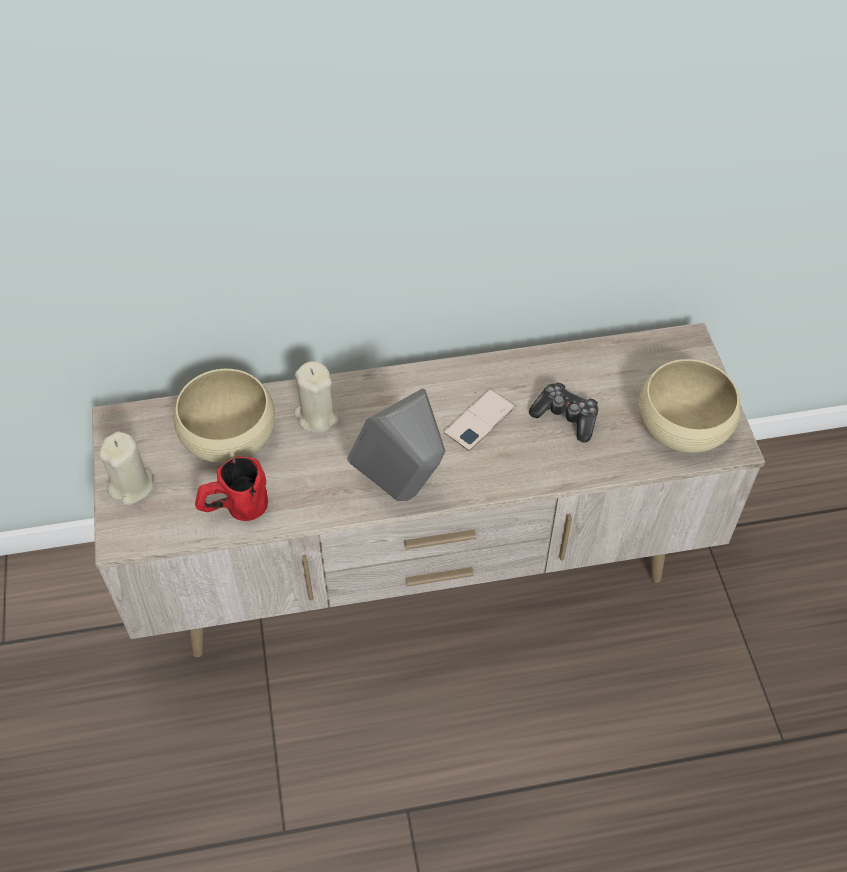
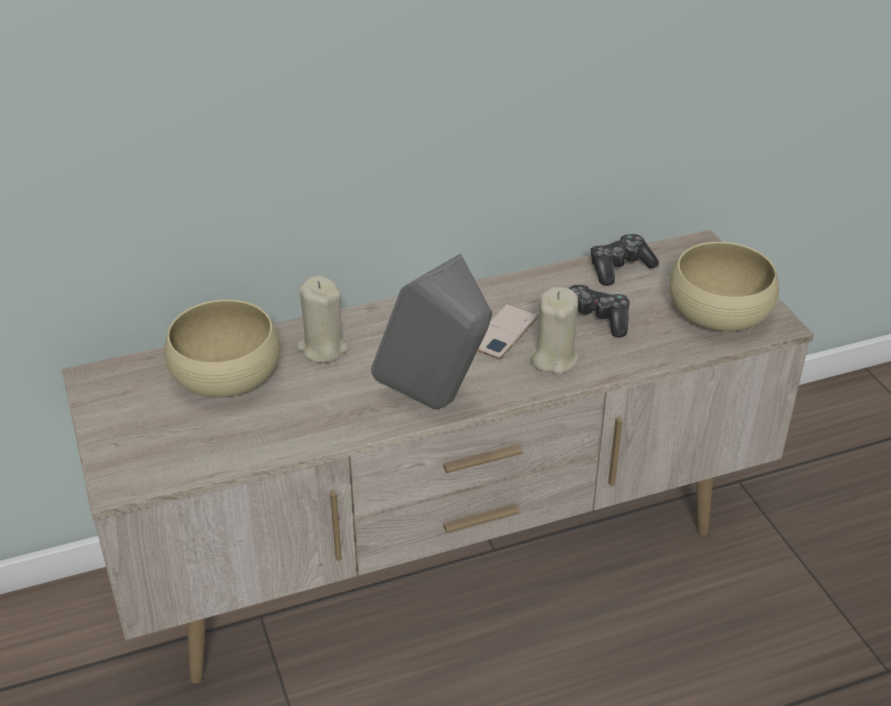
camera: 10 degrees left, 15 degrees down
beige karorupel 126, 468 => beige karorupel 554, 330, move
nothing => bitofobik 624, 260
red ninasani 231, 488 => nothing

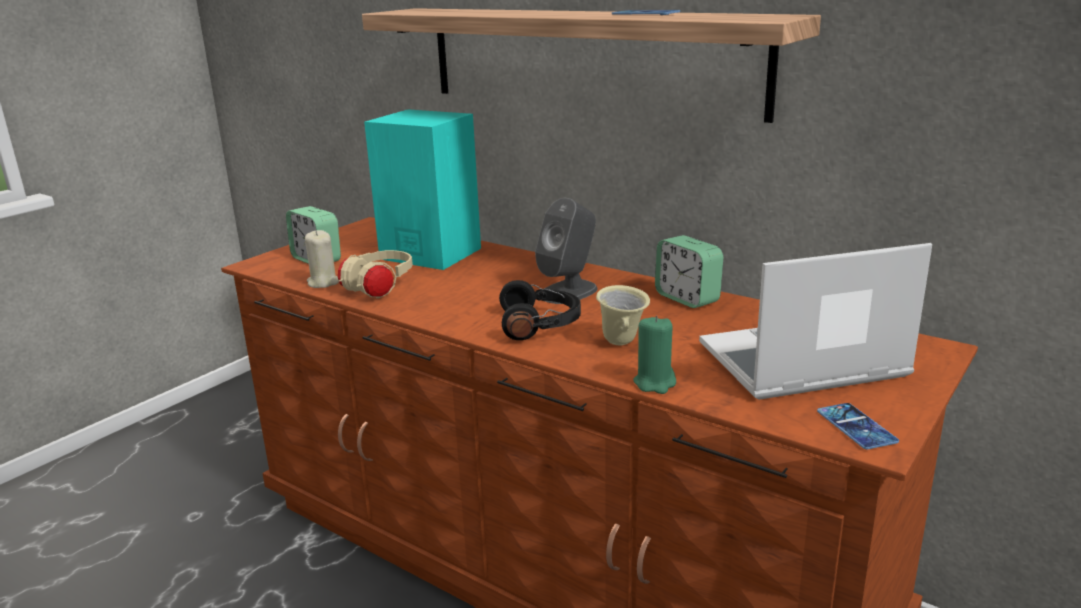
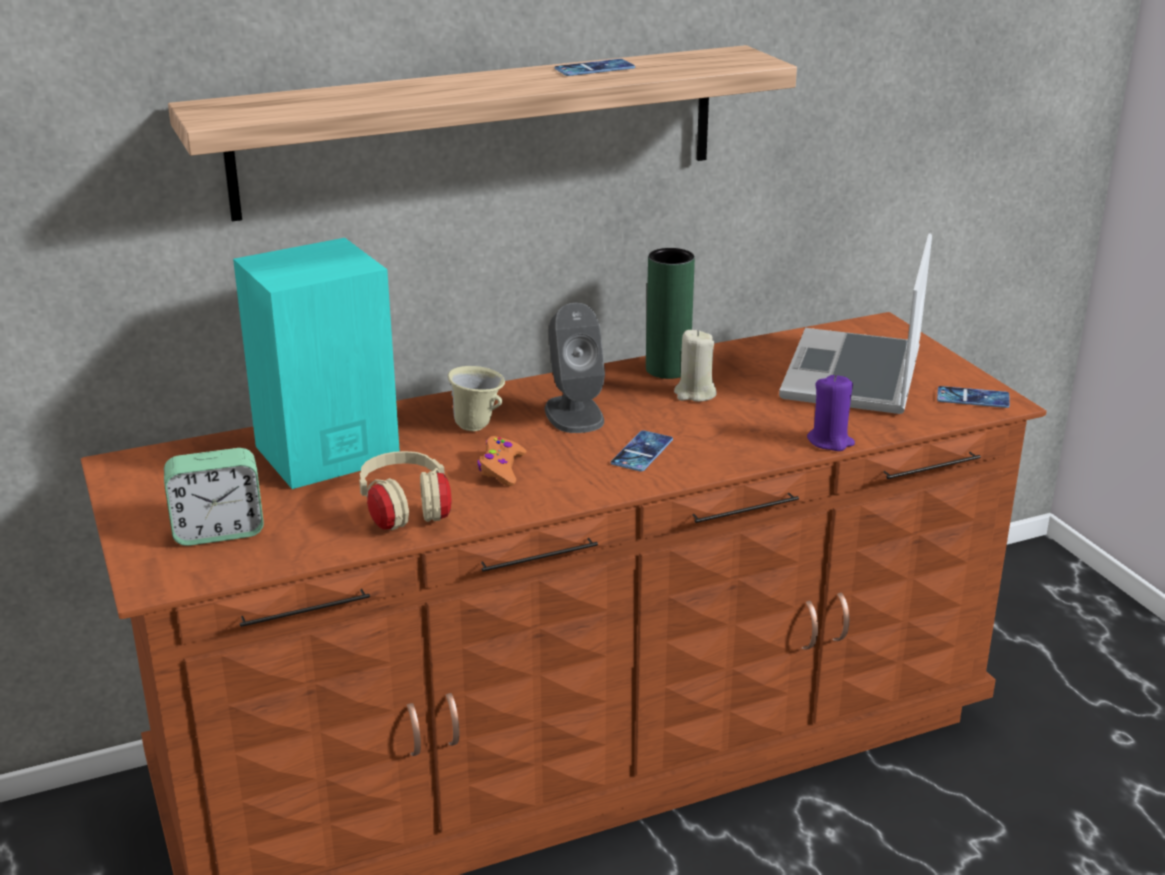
camera: 60 degrees left, 5 degrees up
beige ninasani 623, 315 => beige ninasani 476, 398, move
nothing => orange bitofobik 501, 461
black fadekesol 540, 310 => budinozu 642, 451
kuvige 689, 271 => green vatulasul 670, 313
beige karorupel 322, 259 => beige karorupel 695, 366, move
green karorupel 655, 354 => purple karorupel 831, 413

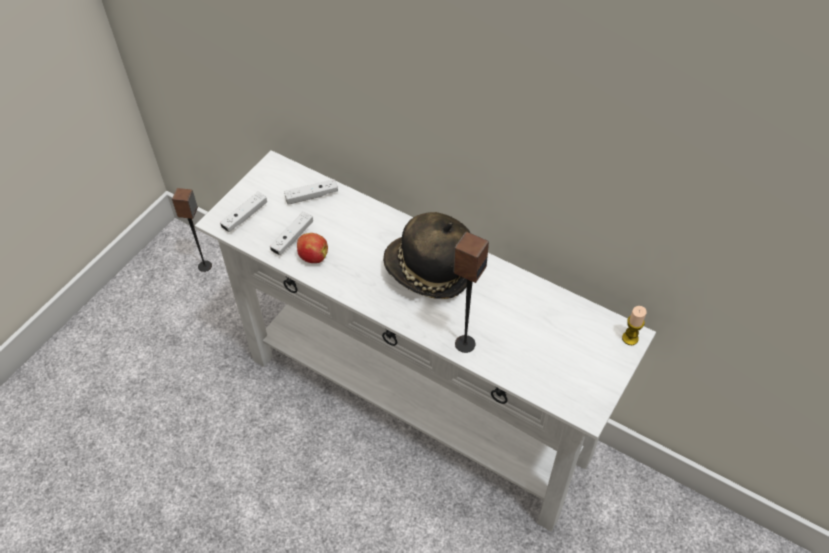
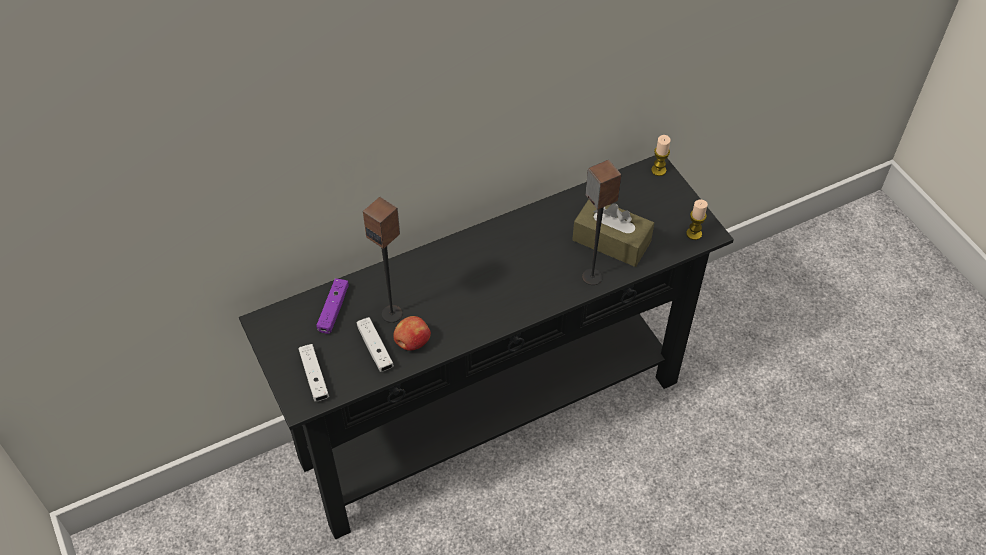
camera: 60 degrees left, 0 degrees up
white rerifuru 425, 341 => black rerifuru 486, 347
white bitofobik 311, 192 => purple bitofobik 332, 306
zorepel 192, 230 => zorepel 383, 260, move
nothing => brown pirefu 613, 233
nothing => karorupel 697, 220
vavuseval 426, 255 => nothing

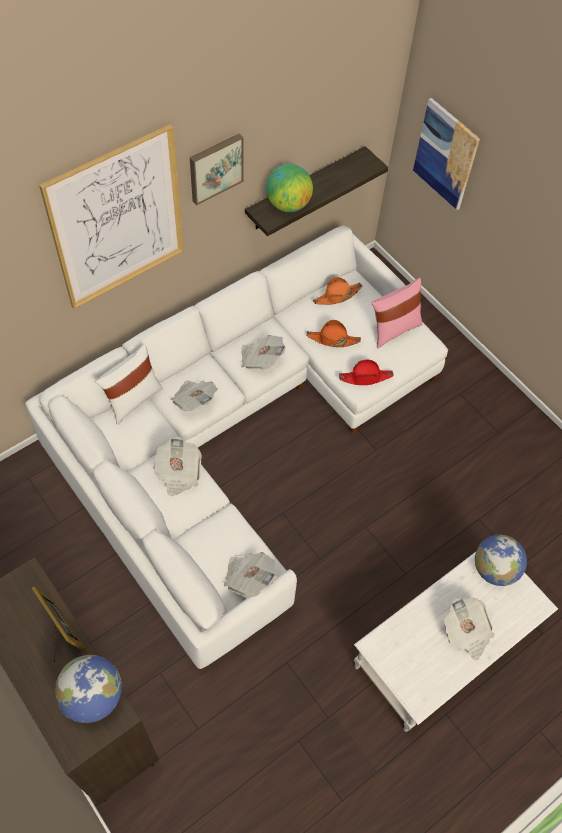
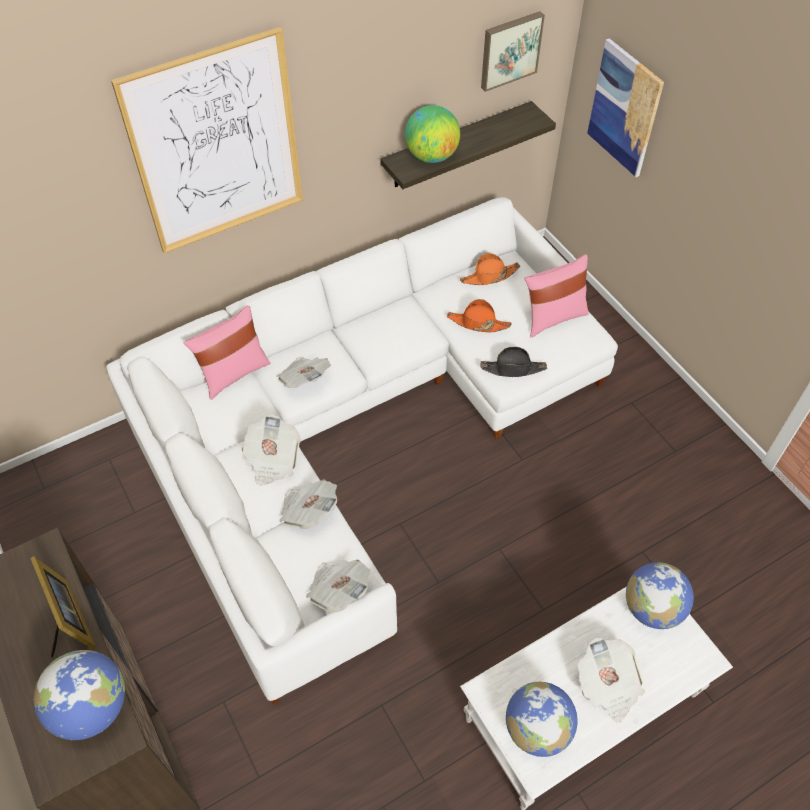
camera: 10 degrees right, 5 degrees down
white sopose 129, 384 => pink sopose 227, 352
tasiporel 263, 352 => tasiporel 308, 504, move
red vavuseval 366, 372 => black vavuseval 513, 362
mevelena 217, 169 => mevelena 513, 51, move
nothing => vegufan 541, 719

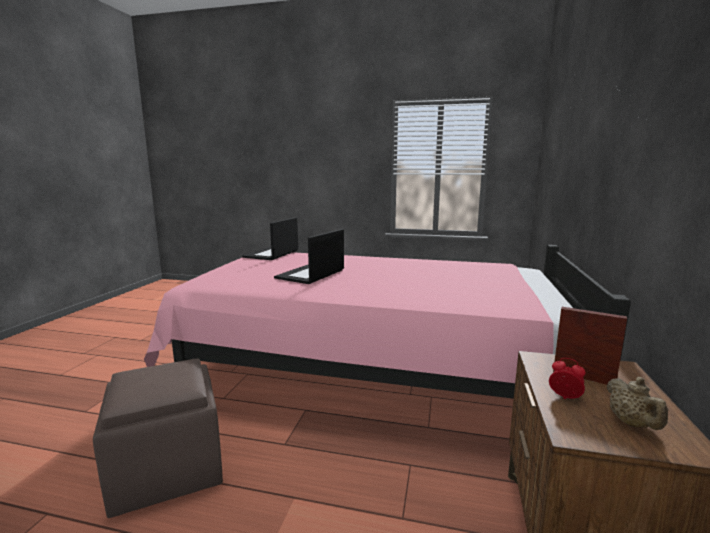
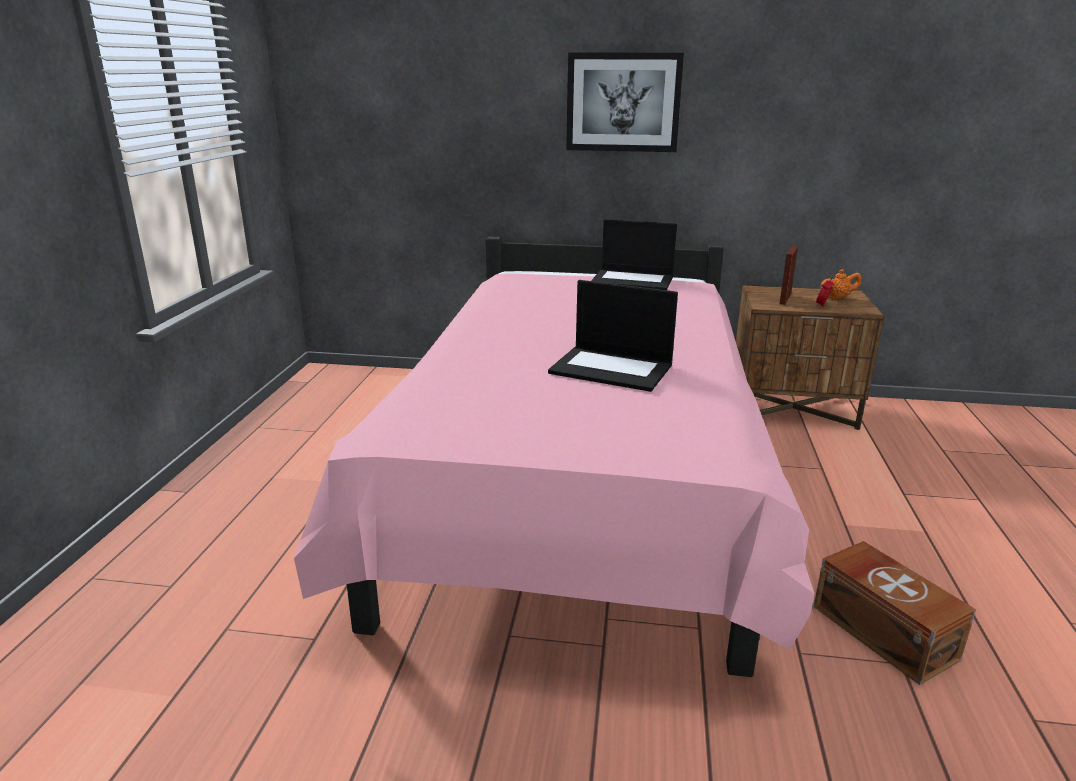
camera: 95 degrees left, 10 degrees up
nothing => mevelena 625, 102
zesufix 270, 238 => zesufix 634, 254, move
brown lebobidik 158, 438 => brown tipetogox 895, 613
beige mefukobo 637, 403 => orange mefukobo 840, 284

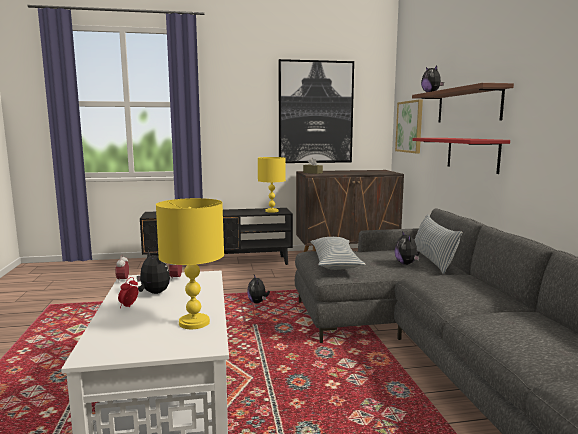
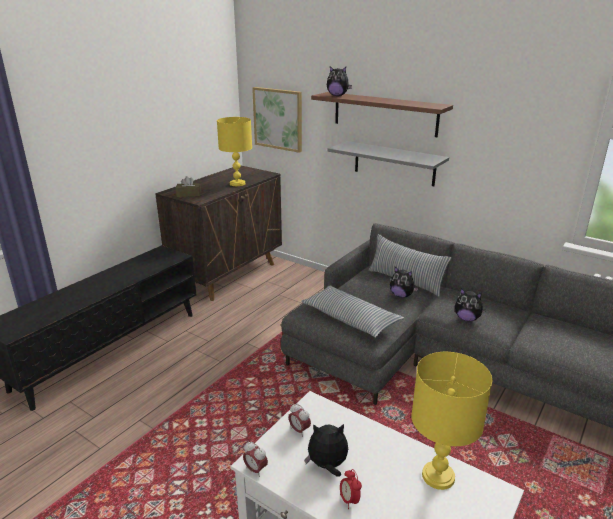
camera: 45 degrees left, 15 degrees up
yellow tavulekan 272, 185 => yellow tavulekan 234, 151, move
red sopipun 461, 156 => grey sopipun 388, 163
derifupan 258, 289 => derifupan 470, 304, move
mevelena 316, 111 => nothing

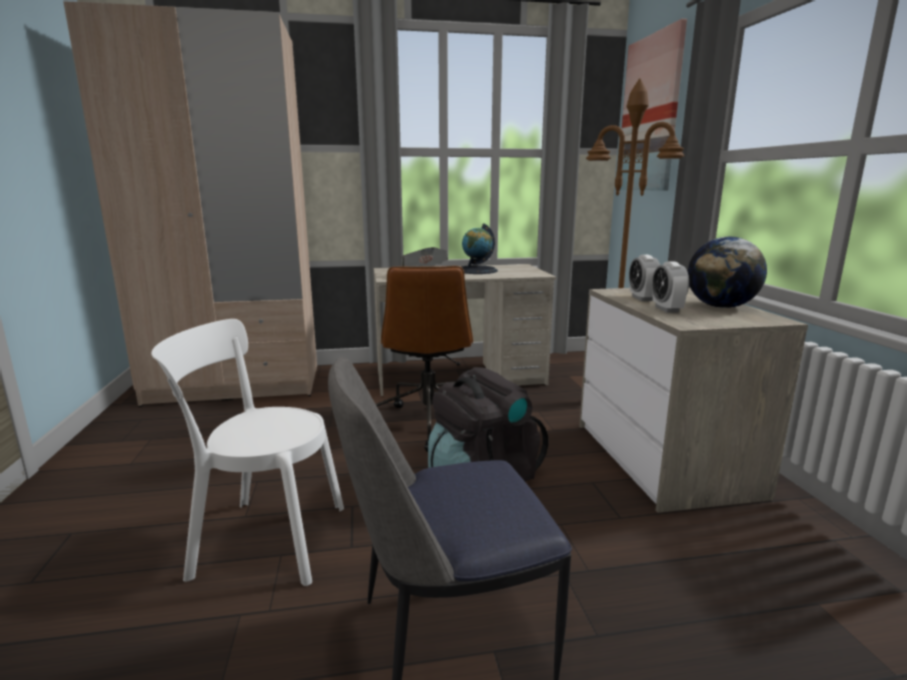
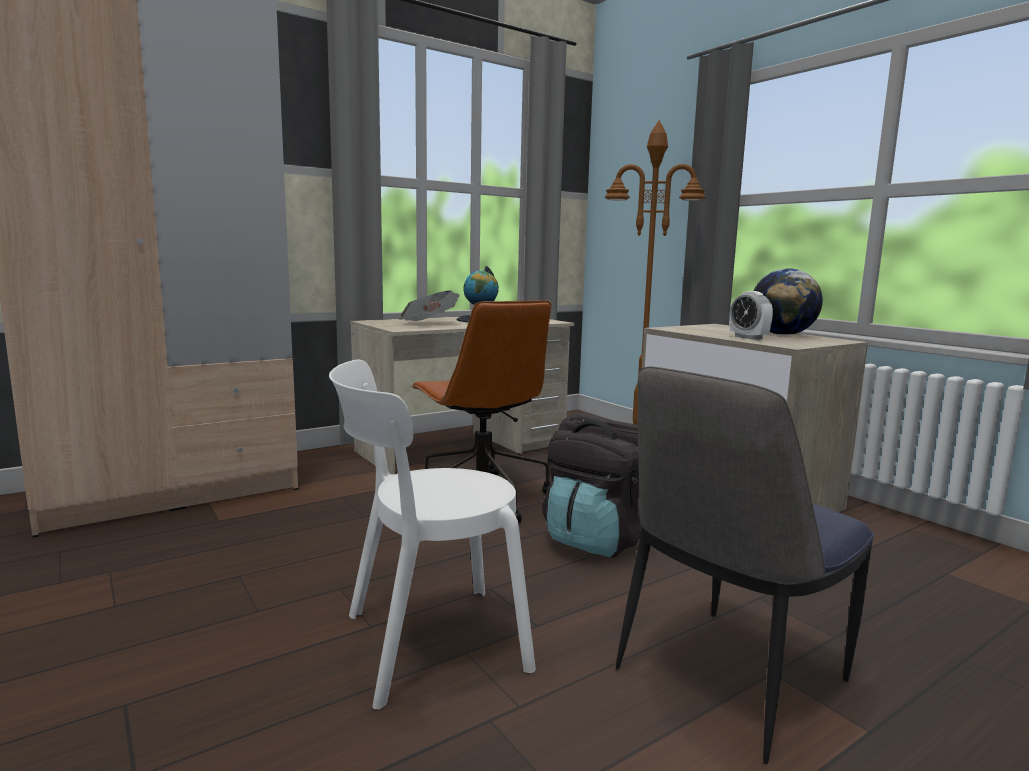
camera: 25 degrees left, 5 degrees down
mevelena 653, 105 => nothing
kuvige 644, 278 => nothing

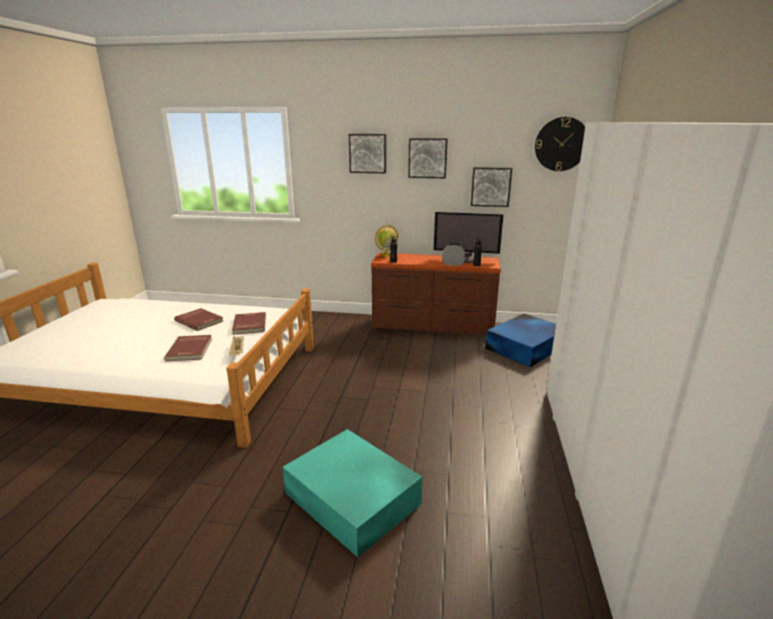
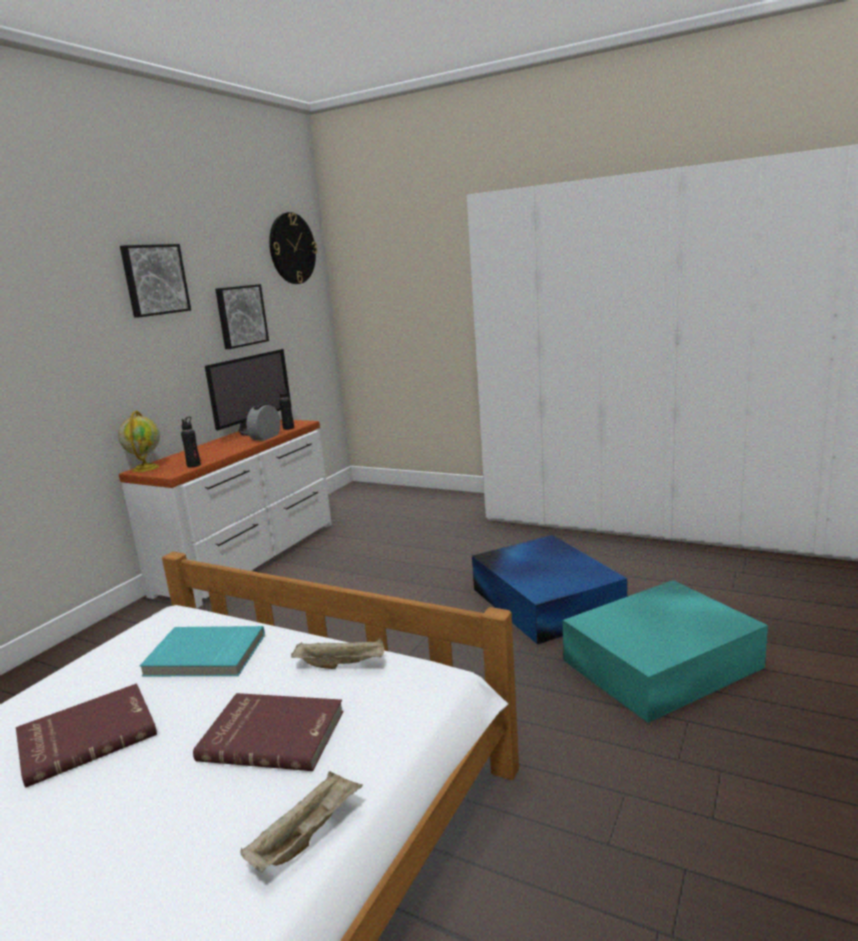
camera: 70 degrees left, 5 degrees down
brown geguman 436, 294 => white geguman 225, 514
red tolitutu 249, 323 => turquoise tolitutu 202, 651
nothing => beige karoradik 302, 821
blue tipetogox 520, 340 => blue tipetogox 549, 589, move
mevelena 367, 153 => nothing

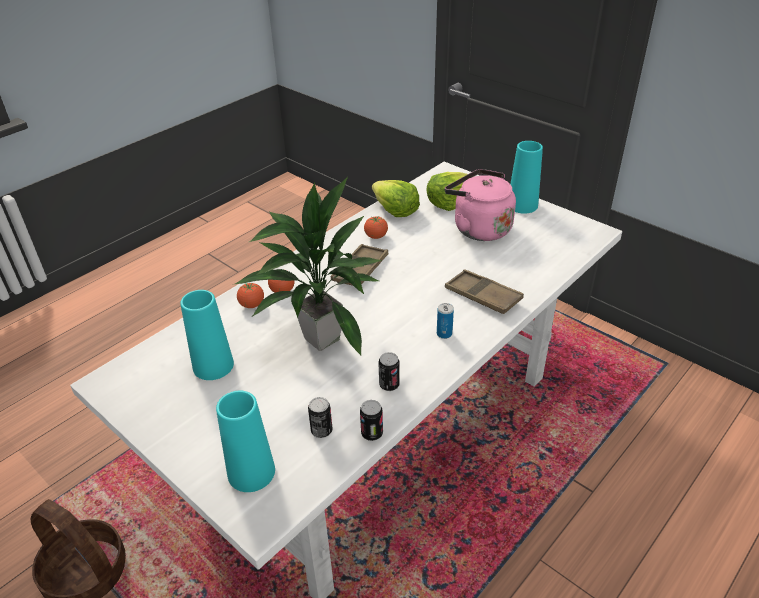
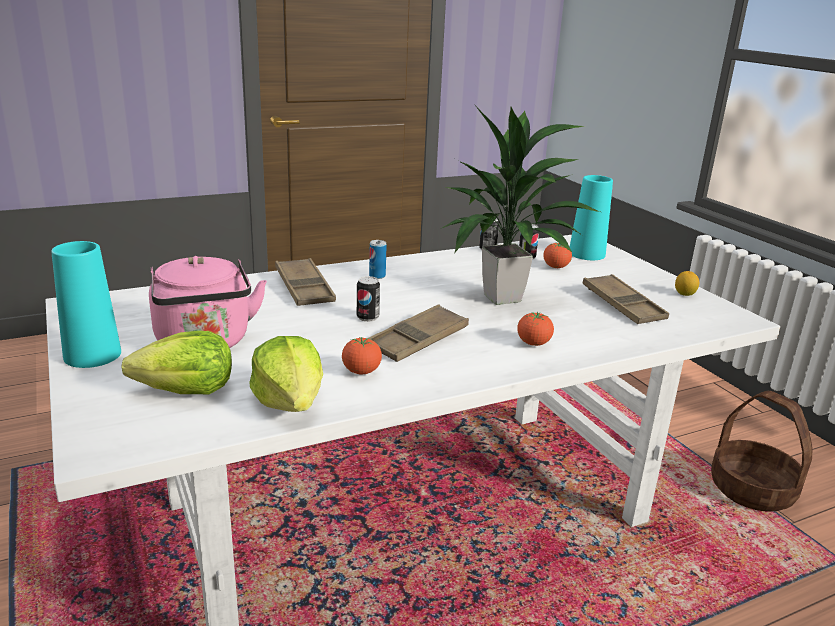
camera: 160 degrees left, 15 degrees down
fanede 389, 371 => fanede 368, 299, move
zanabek 250, 295 => zanabek 557, 255, move
turquoise vatulasul 207, 335 => brown karoradik 625, 299
nothing => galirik 687, 283

